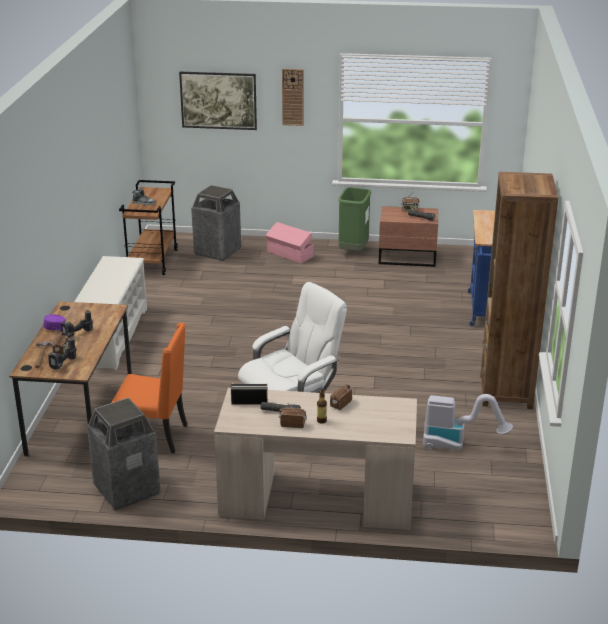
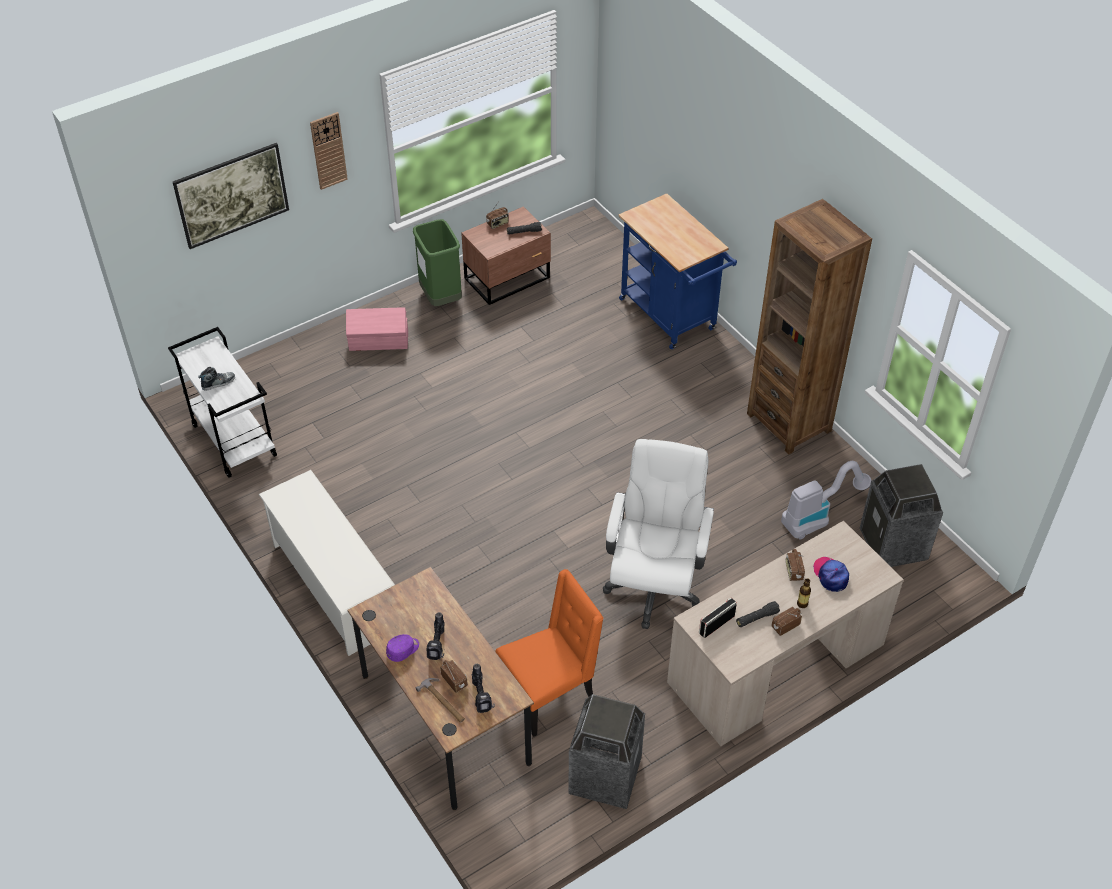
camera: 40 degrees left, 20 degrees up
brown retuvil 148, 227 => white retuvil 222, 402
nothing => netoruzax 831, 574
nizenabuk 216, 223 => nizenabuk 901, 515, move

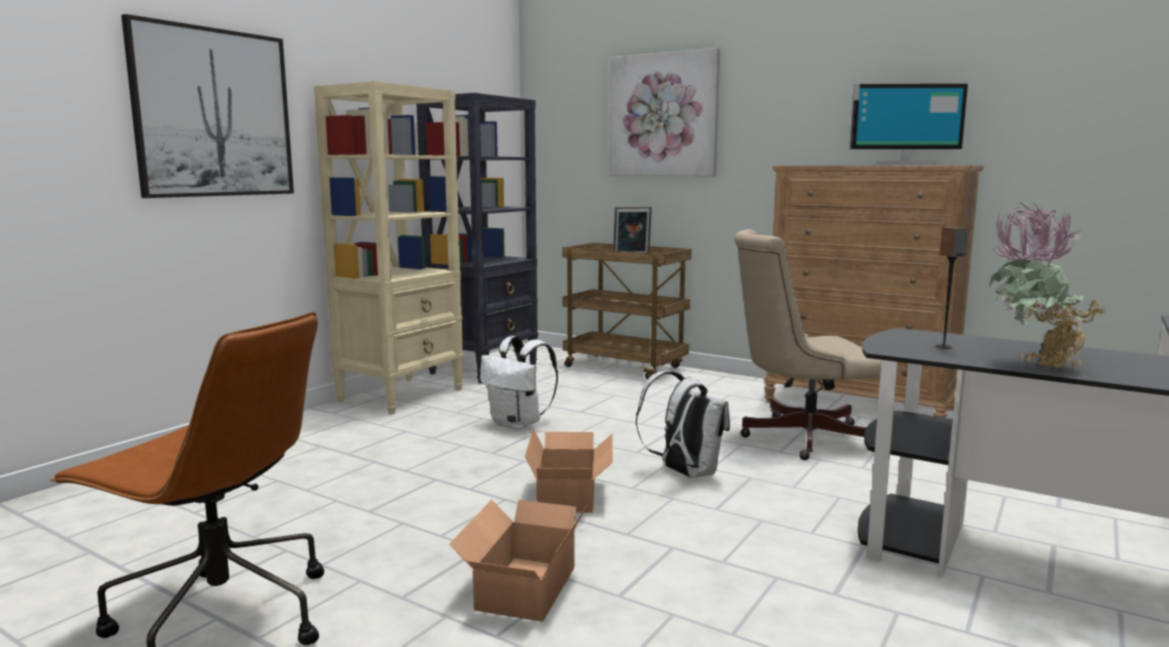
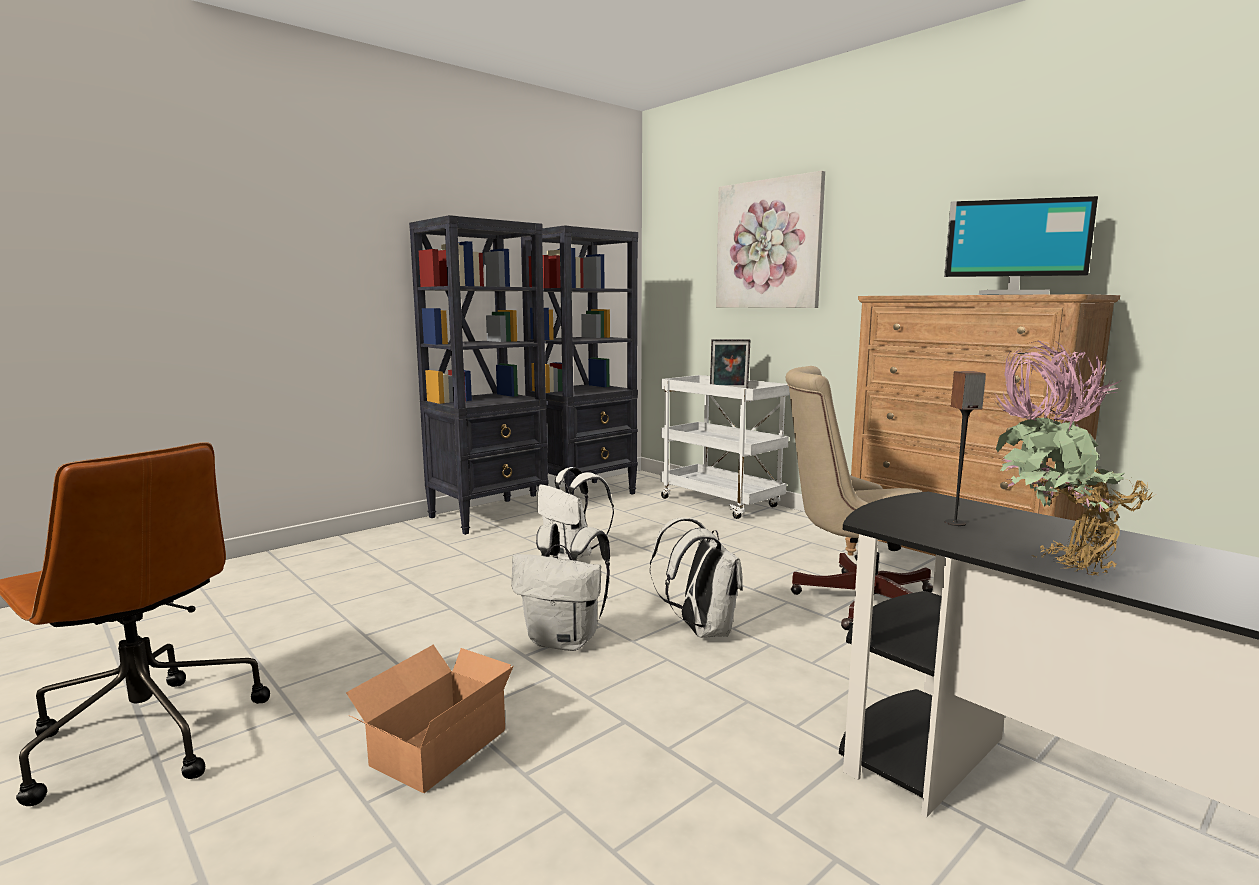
camera: 15 degrees right, 0 degrees up
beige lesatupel 389, 248 => black lesatupel 479, 375
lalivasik 569, 470 => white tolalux 560, 587
brown retuvil 627, 311 => white retuvil 725, 447
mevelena 207, 106 => nothing

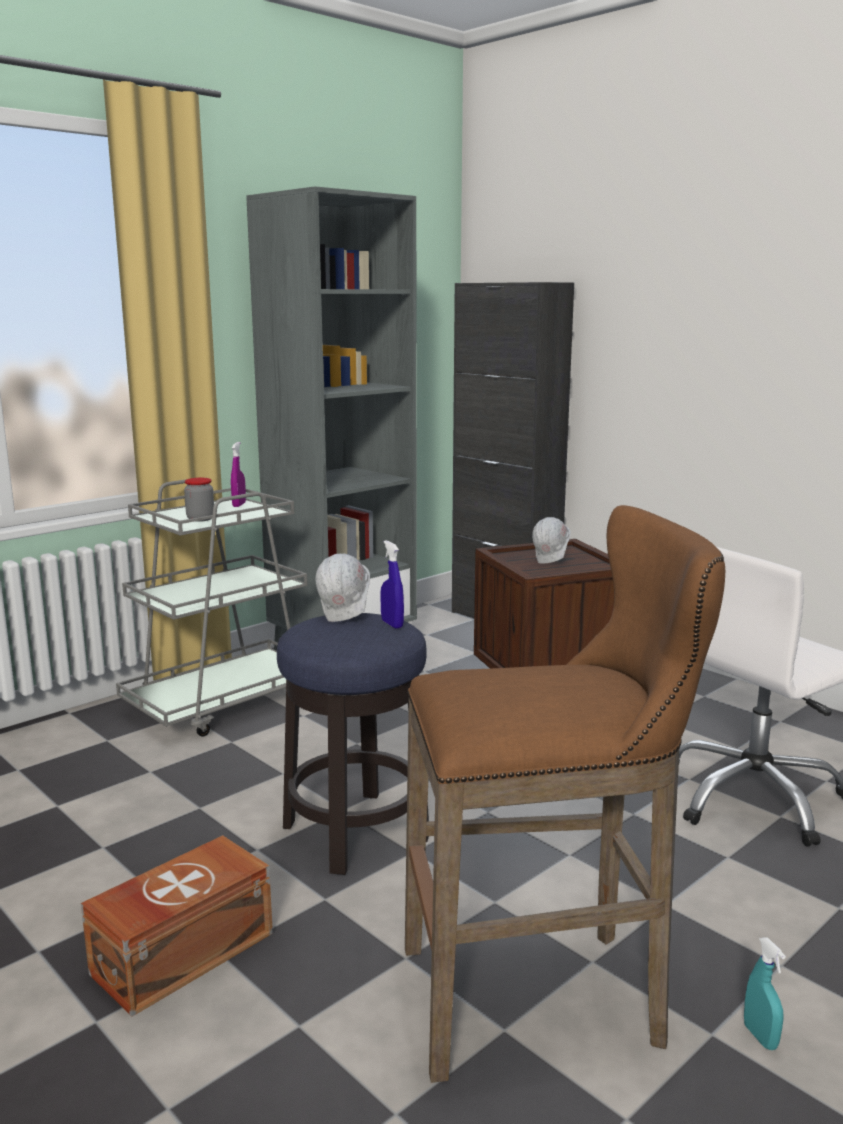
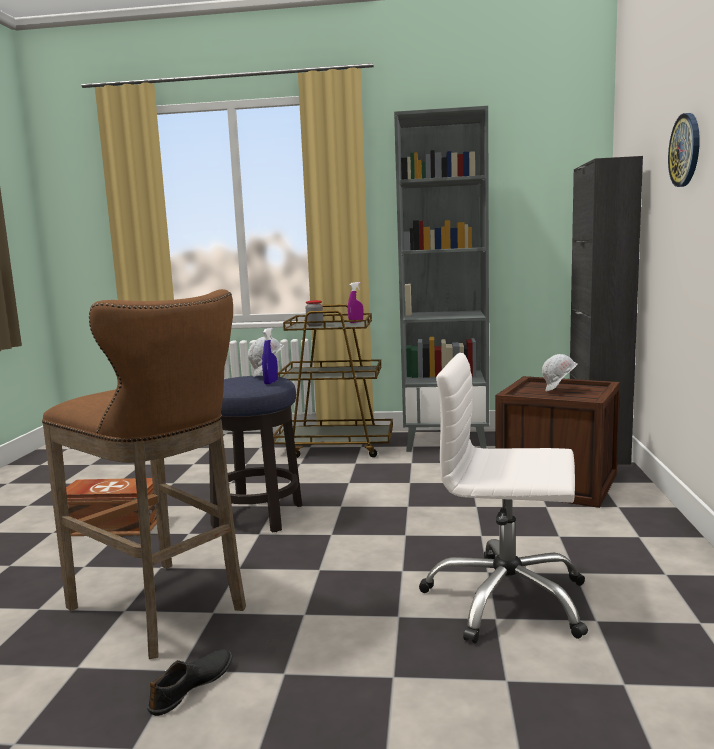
camera: 50 degrees right, 5 degrees down
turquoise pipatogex 765, 993 => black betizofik 189, 682
grey retuvil 211, 607 => brown retuvil 333, 381
nothing => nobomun 684, 150

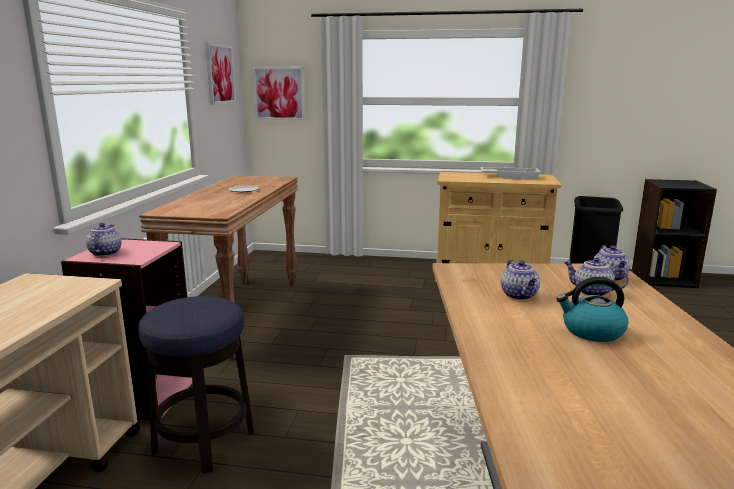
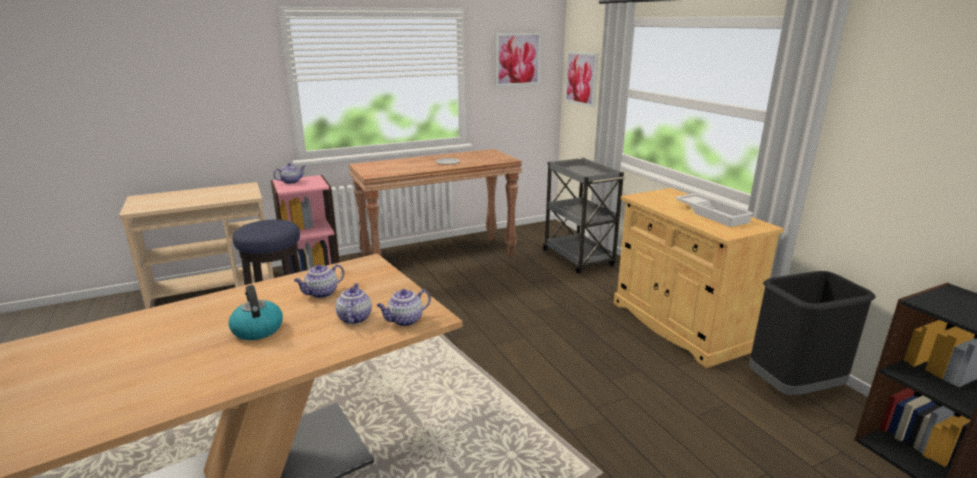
camera: 55 degrees right, 5 degrees up
nothing => grey retuvil 583, 216

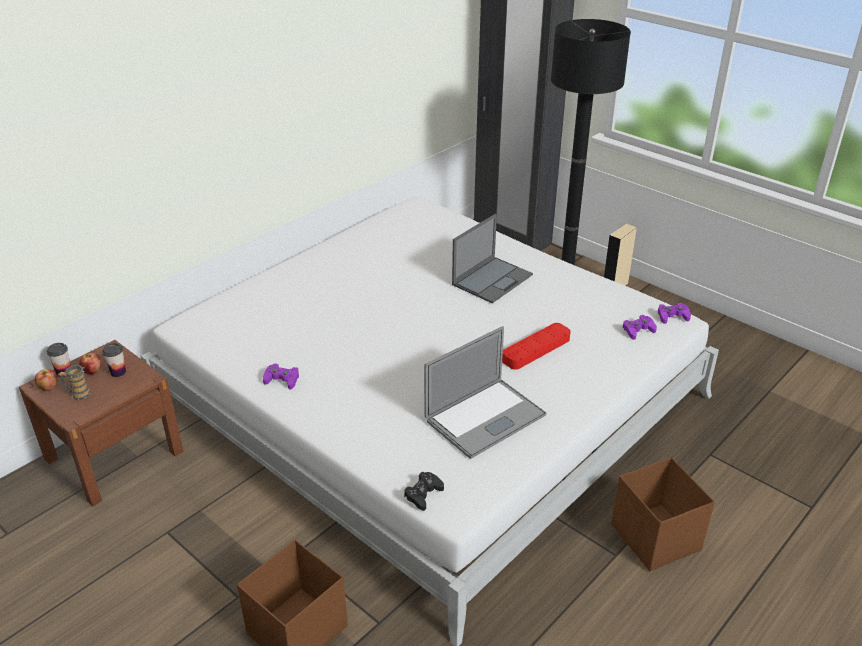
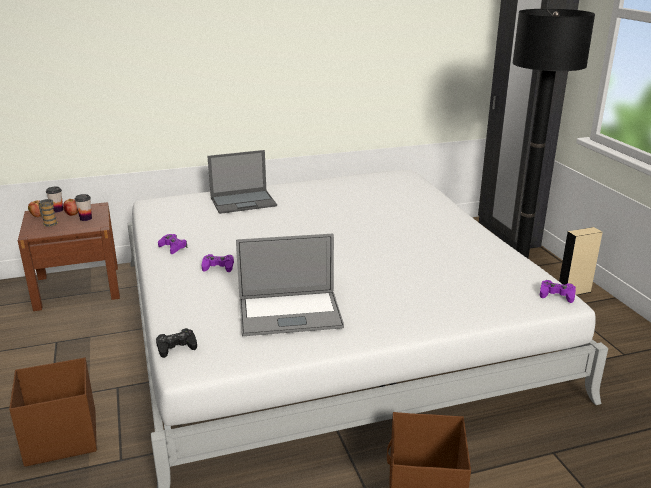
camera: 30 degrees right, 10 degrees down
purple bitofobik 640, 327 => purple bitofobik 217, 263, move
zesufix 492, 258 => zesufix 242, 182, move
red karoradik 536, 346 => nothing

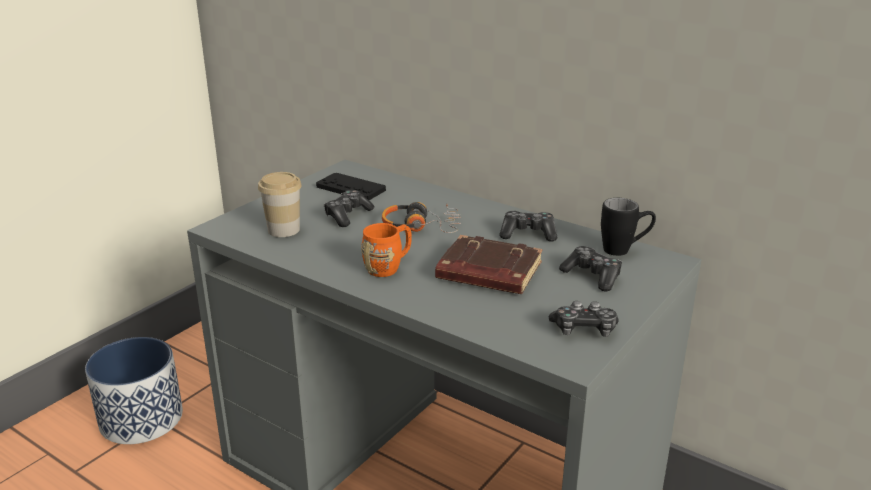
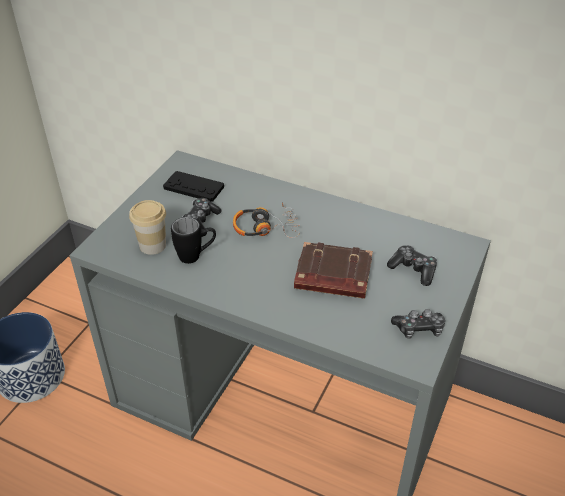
camera: 10 degrees left, 15 degrees up
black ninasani 628, 227 => black ninasani 193, 240, move
orange ninasani 386, 250 => nothing
bitofobik 528, 226 => nothing

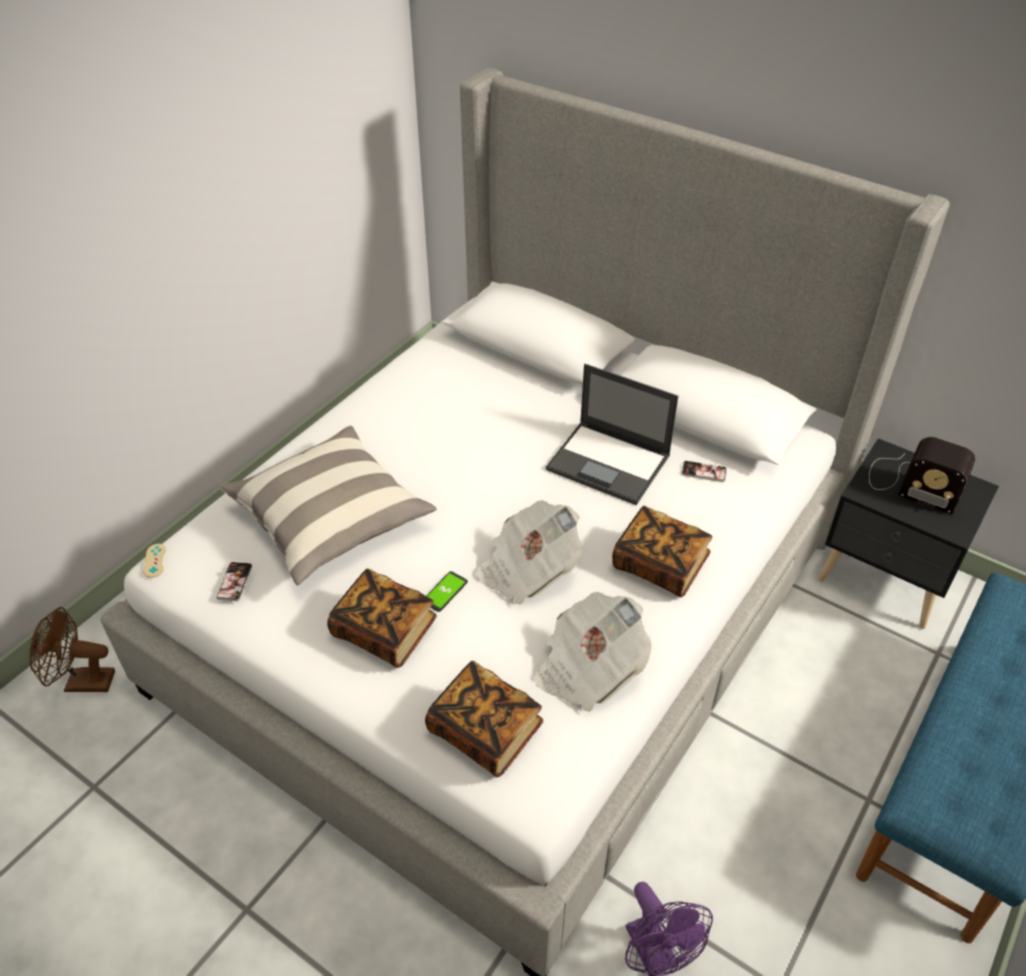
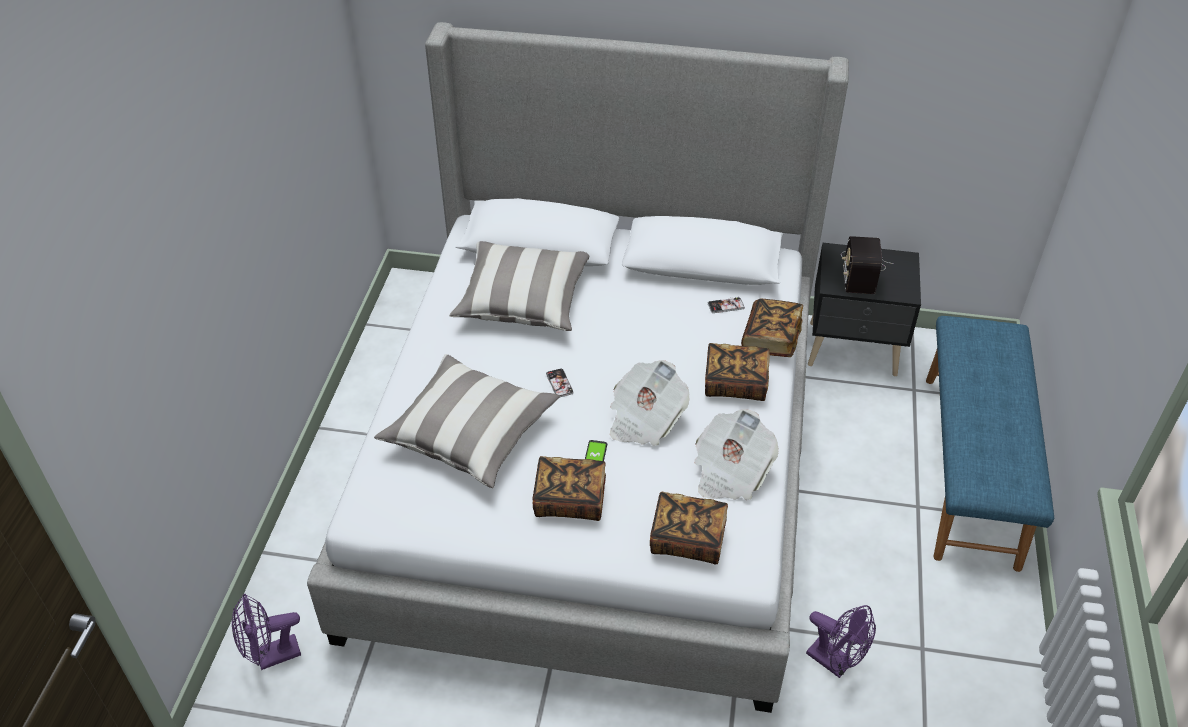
camera: 25 degrees left, 0 degrees up
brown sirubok 72, 649 => purple sirubok 266, 632
nothing => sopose 519, 286
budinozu 234, 581 => budinozu 560, 383, move
nothing => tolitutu 772, 328
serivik 922, 476 => serivik 867, 265, 90 degrees clockwise
beige bitofobik 155, 561 => nothing
zesufix 612, 434 => nothing

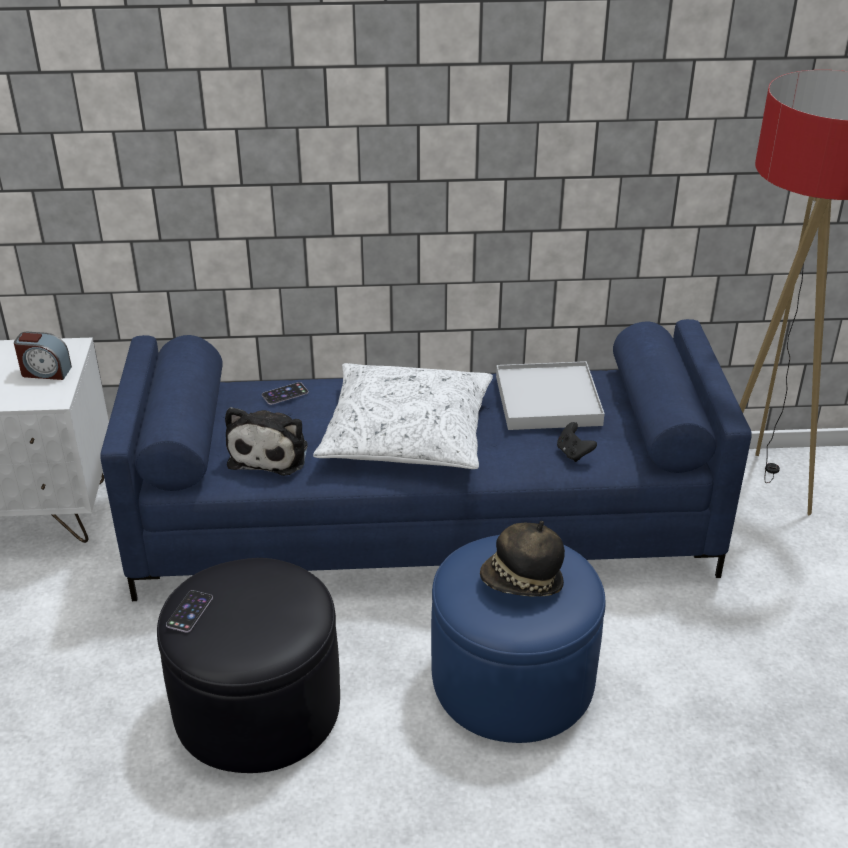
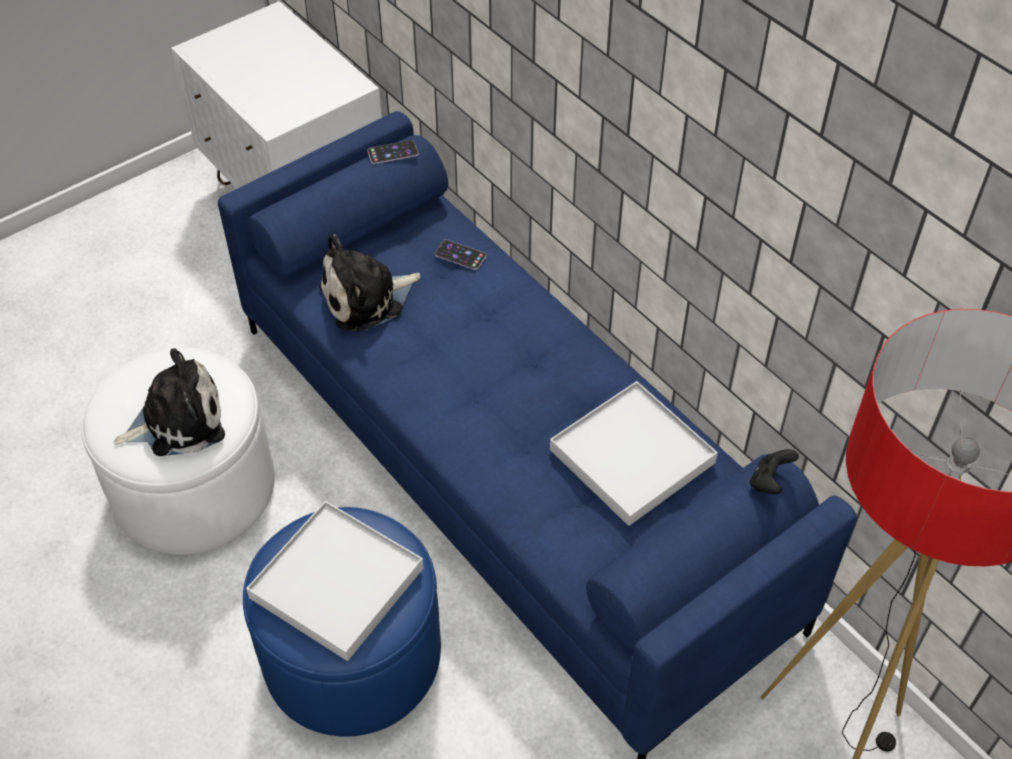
camera: 55 degrees right, 15 degrees up
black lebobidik 248, 665 => white lebobidik 178, 451
nothing => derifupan 169, 402
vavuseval 522, 559 => white karoradik 335, 581
budinozu 189, 611 => budinozu 393, 152, move
black bitofobik 577, 442 => black bitofobik 774, 471, move
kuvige 43, 356 => nothing
white sopose 403, 416 => nothing

